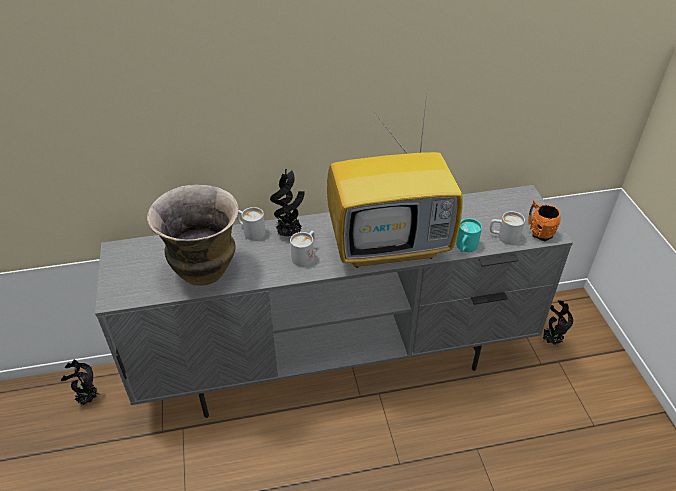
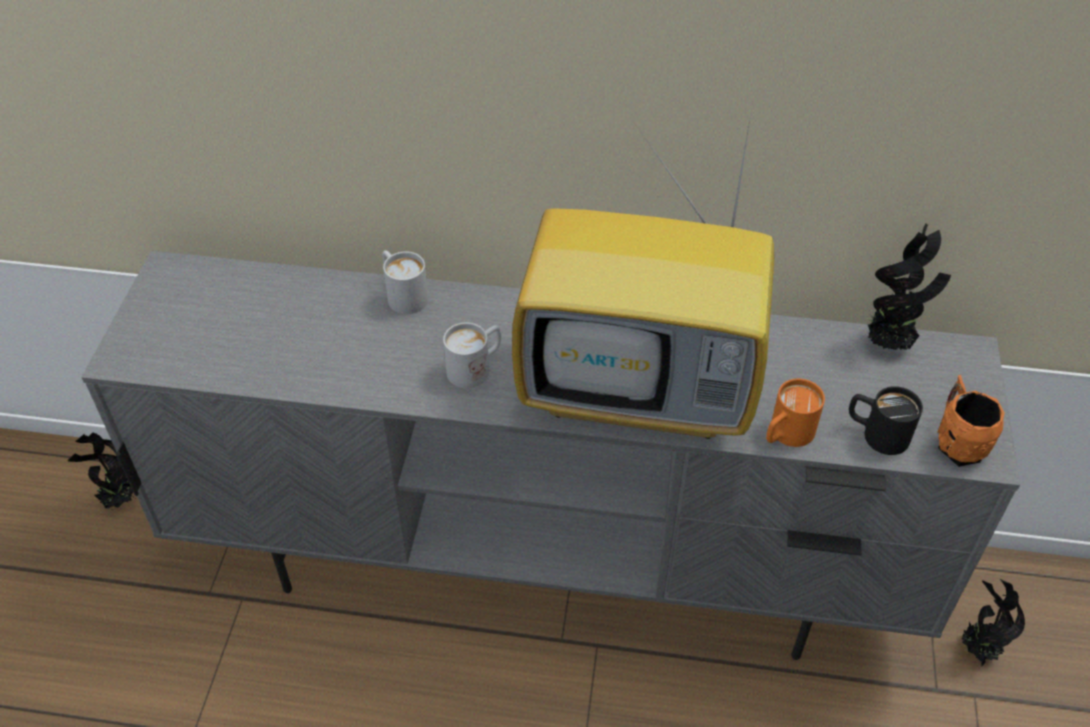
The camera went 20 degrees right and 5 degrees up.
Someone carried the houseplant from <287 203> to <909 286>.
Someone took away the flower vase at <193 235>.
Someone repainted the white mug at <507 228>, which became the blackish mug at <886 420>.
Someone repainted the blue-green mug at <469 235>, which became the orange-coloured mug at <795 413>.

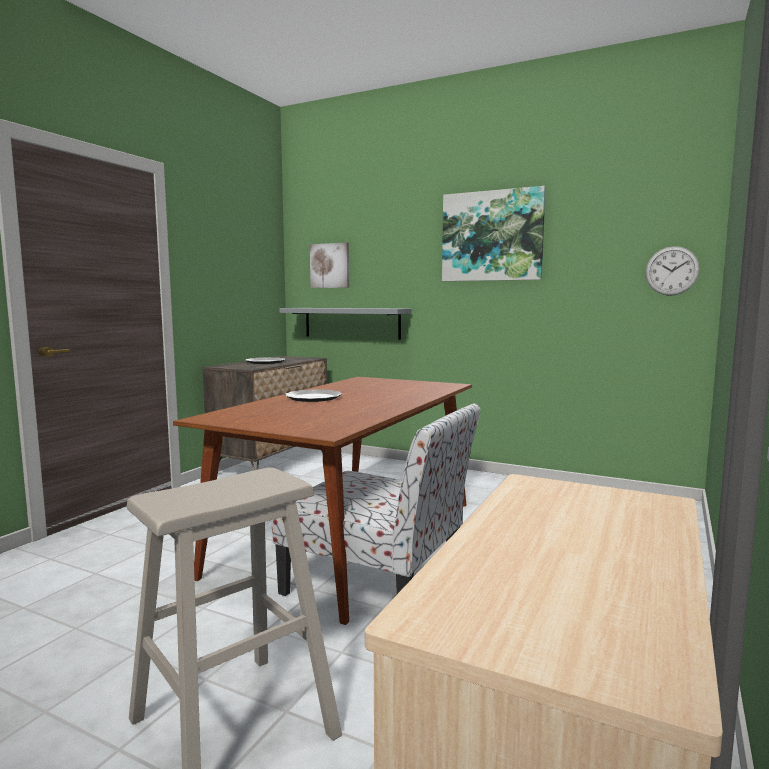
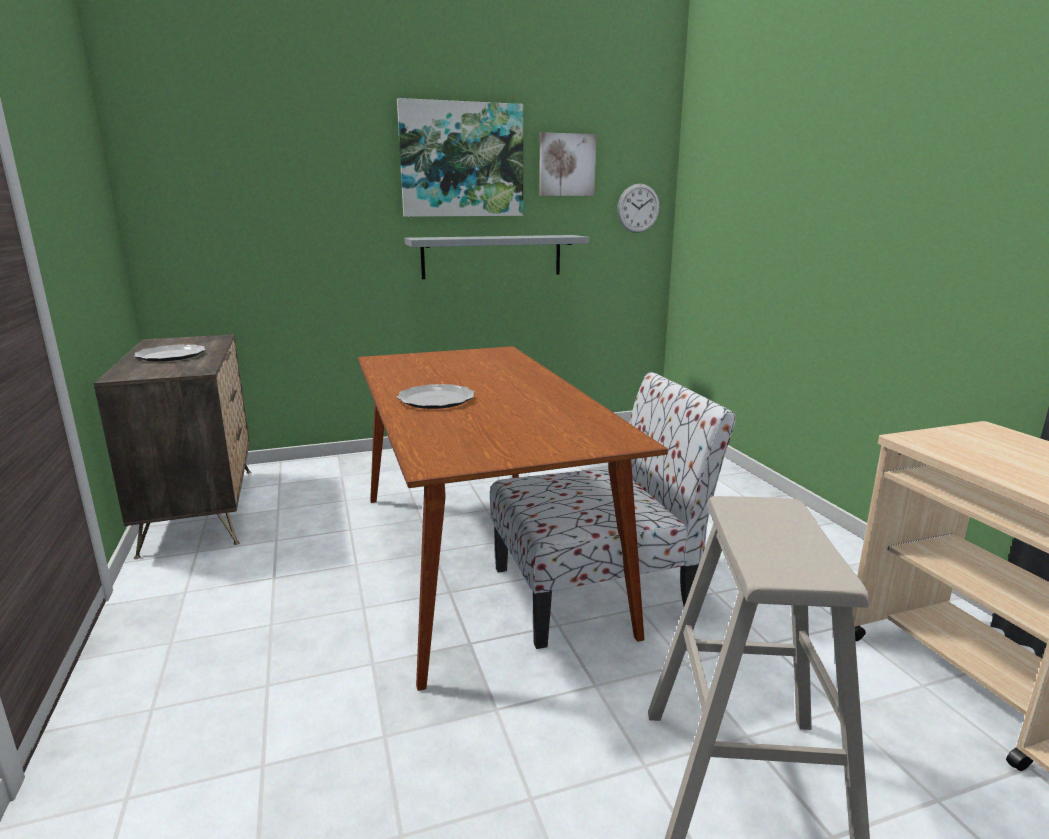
The camera went 45 degrees left and 10 degrees up.
Someone carried the picture from <329 265> to <568 164>.
Someone carried the greyish shelf from <346 324> to <496 257>.

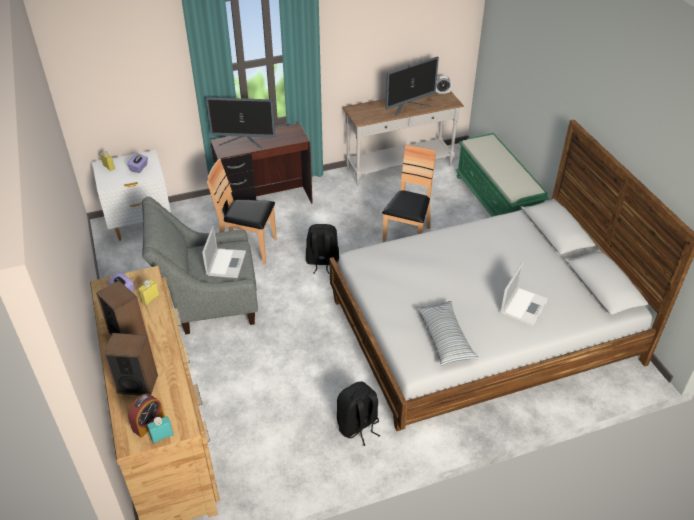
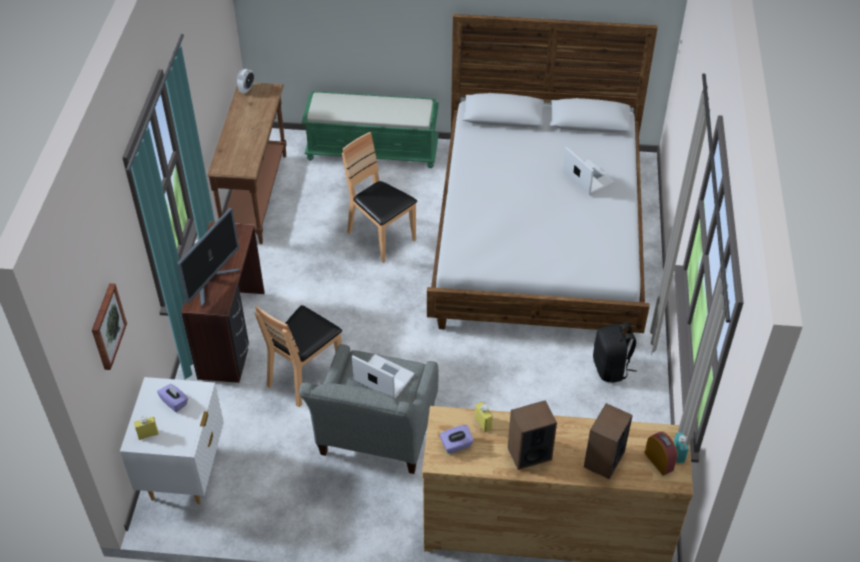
The camera went 65 degrees left and 5 degrees up.
Someone took away the computer screen at <412 86>.
Someone repainted the white console table at <403 138>, which became the brown console table at <246 163>.
Someone took away the blackish knapsack at <322 249>.
Someone took away the pillow at <447 333>.
Someone put up the picture at <109 326>.

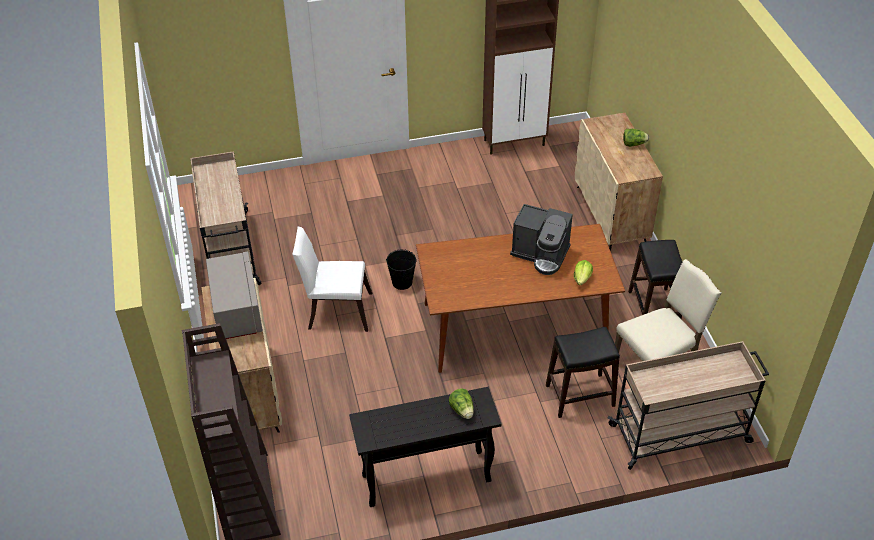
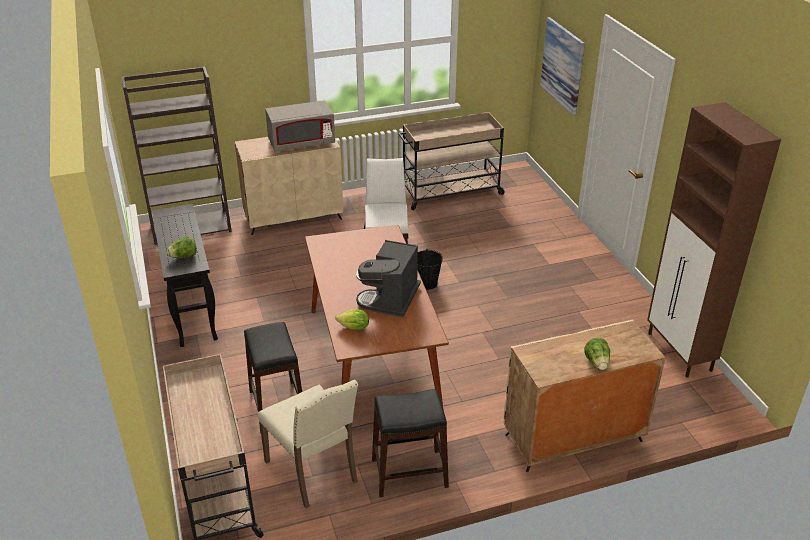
The camera went 85 degrees right and 10 degrees down.
Someone put up the picture at <562 66>.

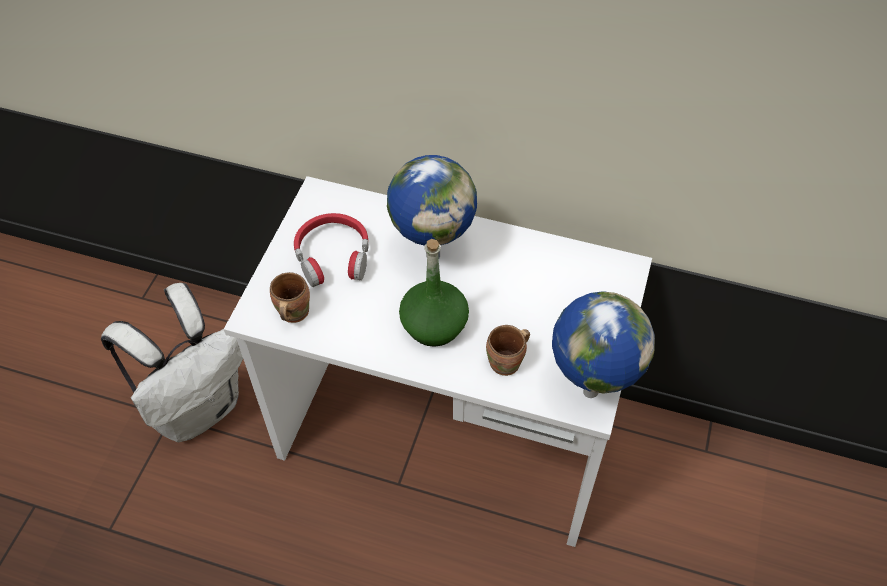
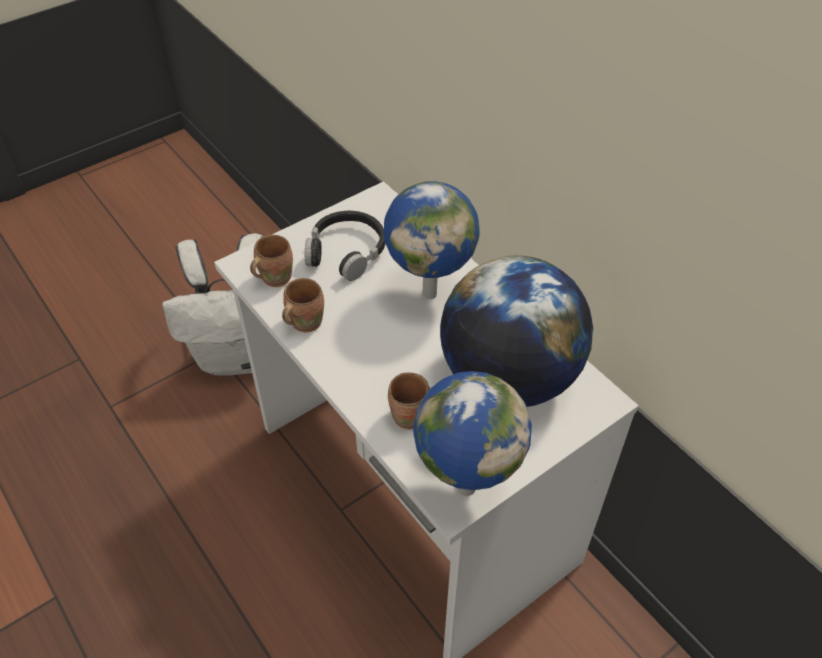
The camera went 35 degrees right and 5 degrees down.
Someone repainted the red-coloured pair of headphones at <331 250>, which became the blackish pair of headphones at <345 246>.
Someone took away the greenish beverage bottle at <434 293>.
Someone put down the desk globe at <516 331>.
Someone put down the brown mug at <303 305>.

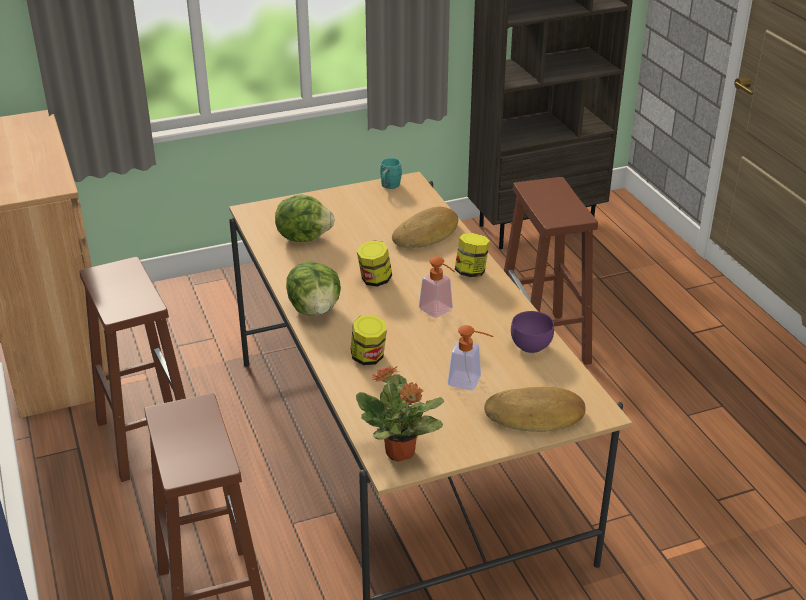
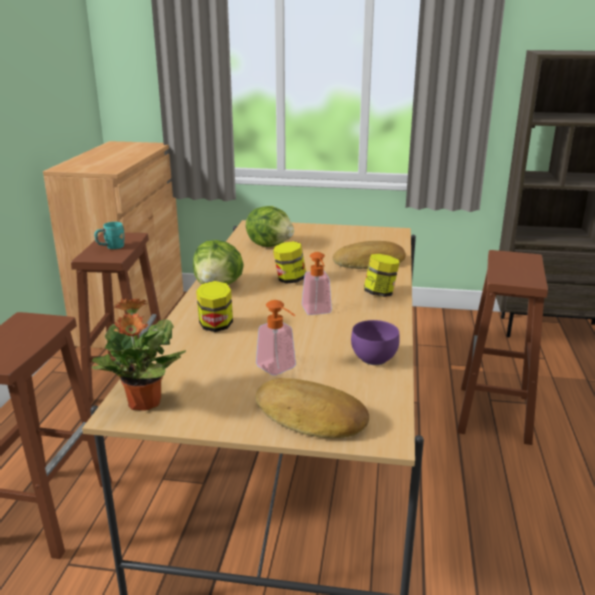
The camera went 30 degrees right and 10 degrees down.
Someone carried the blue-green mug from <391 173> to <109 235>.

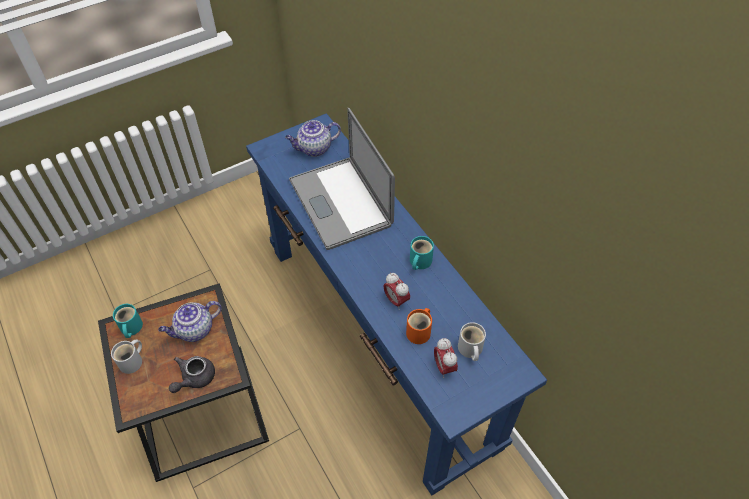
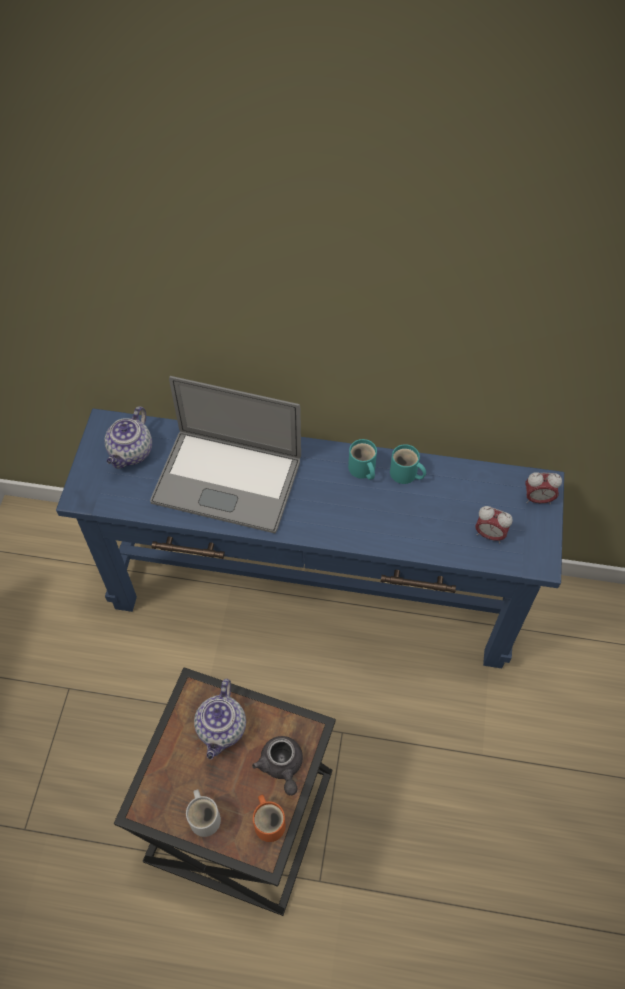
The camera went 50 degrees left and 5 degrees up.
Someone carried the alarm clock from <396 291> to <544 488>.
Someone carried the blue-green mug from <128 321> to <408 464>.
Someone carried the orange-coloured mug from <419 326> to <269 818>.
Someone took away the white mug at <472 341>.

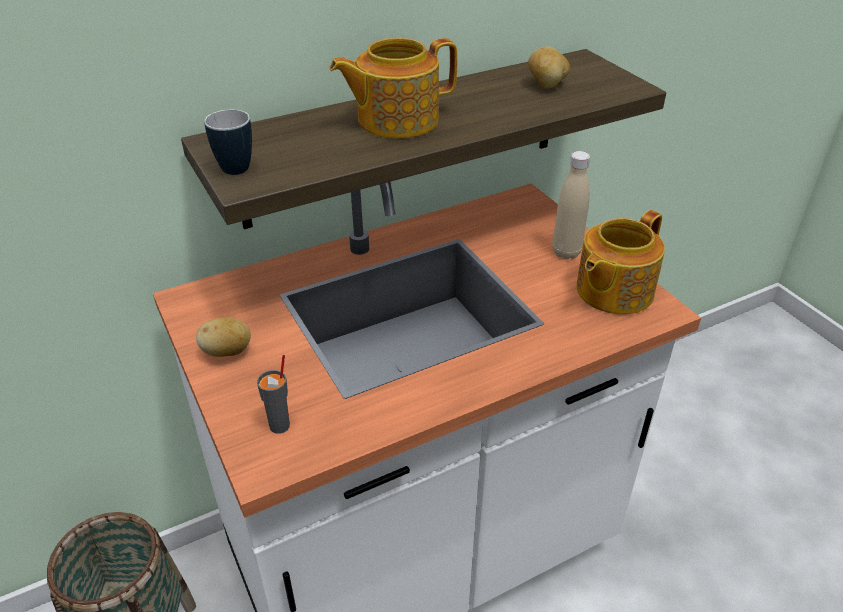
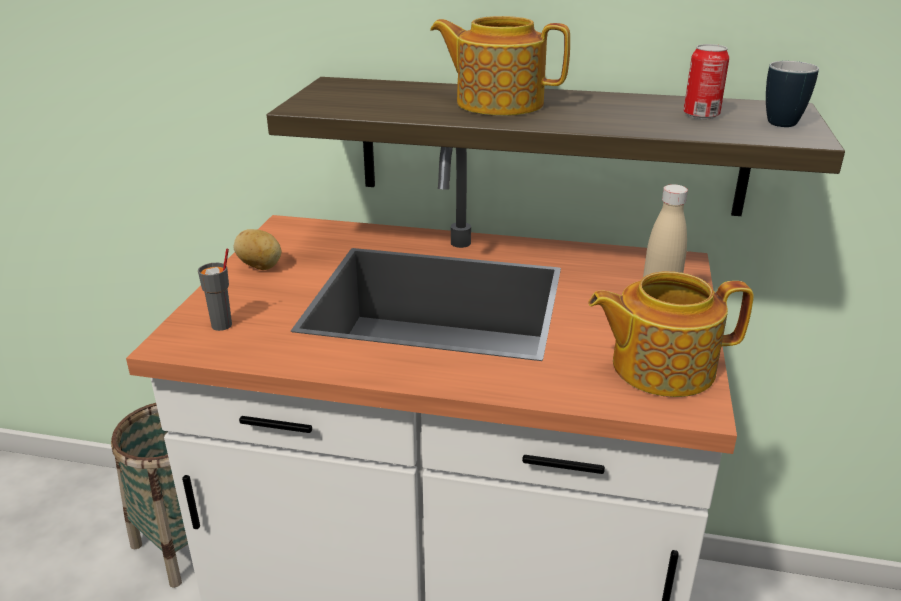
The camera went 40 degrees right and 10 degrees down.
Someone swapped the potato at <549 67> for the metal can at <706 81>.
Someone carried the mug from <228 142> to <792 94>.

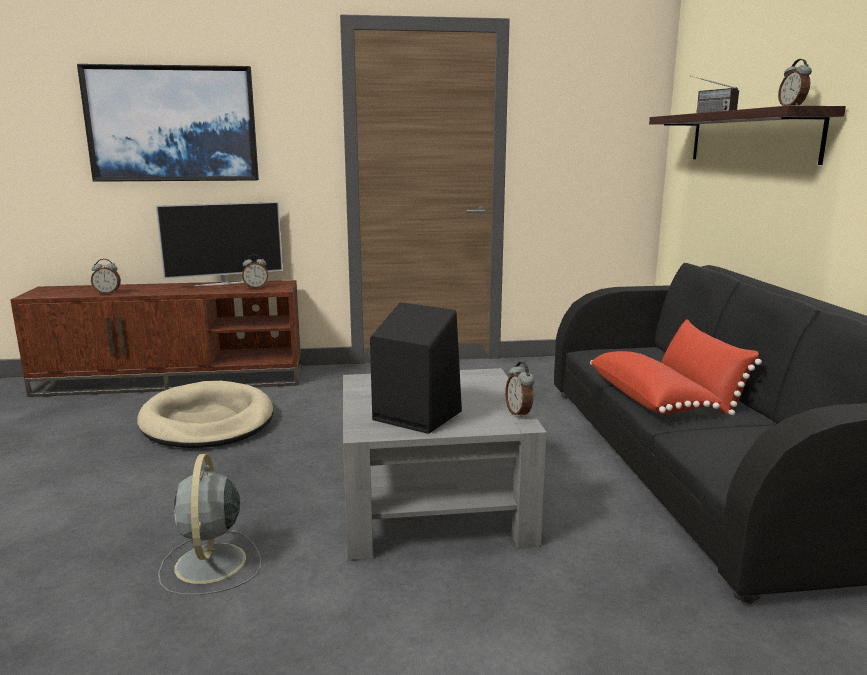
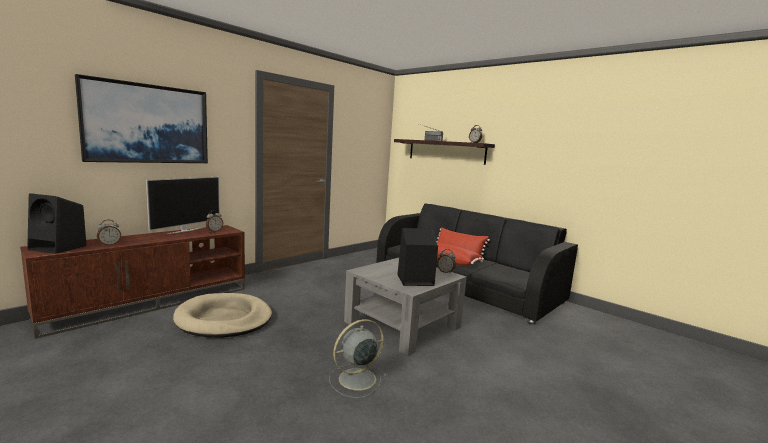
The camera went 40 degrees left and 5 degrees down.
Someone rotated the greyish electric fan at <209 524> by 105 degrees clockwise.
Someone put down the blackish speaker at <57 223>.

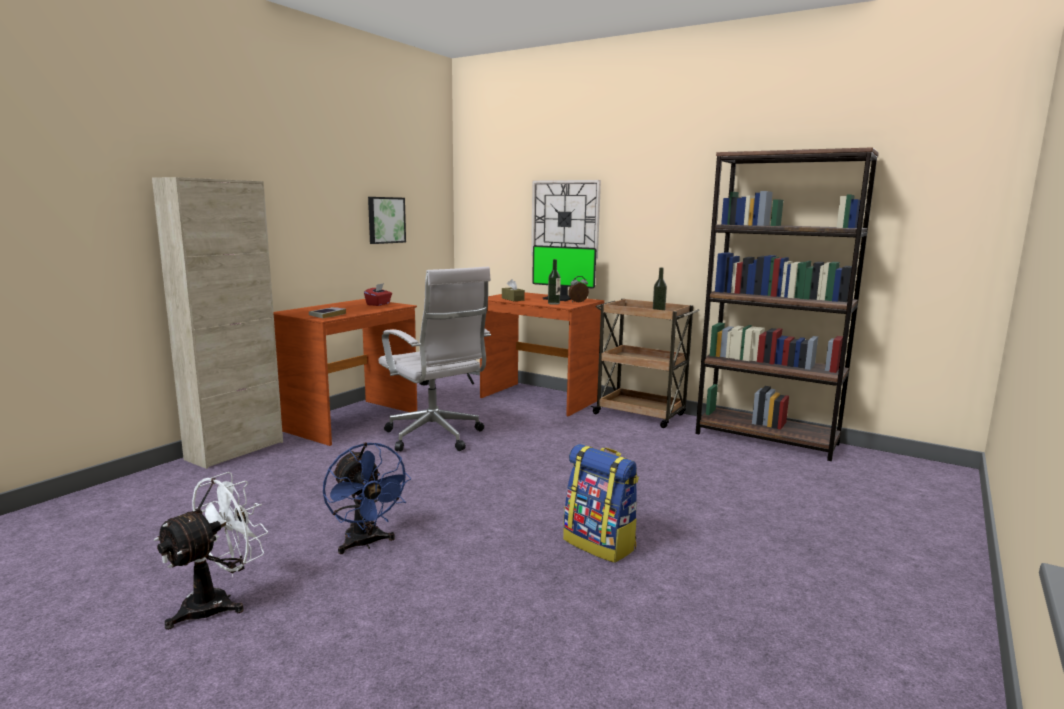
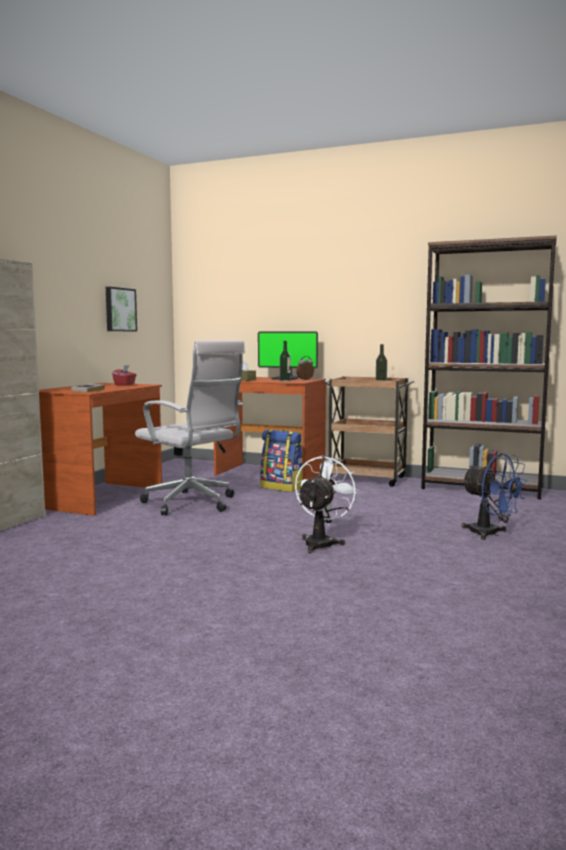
The camera went 10 degrees left and 5 degrees down.
Someone took away the hanging clock at <566 220>.
Someone carried the blue-coloured electric fan from <367 498> to <495 496>.
Someone carried the knapsack from <601 503> to <281 461>.
Someone carried the white electric fan from <211 551> to <327 504>.

